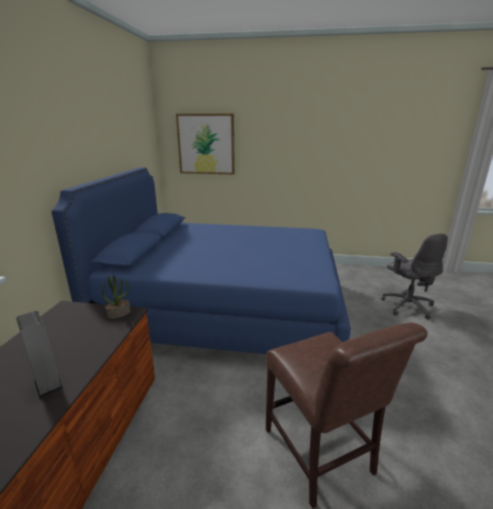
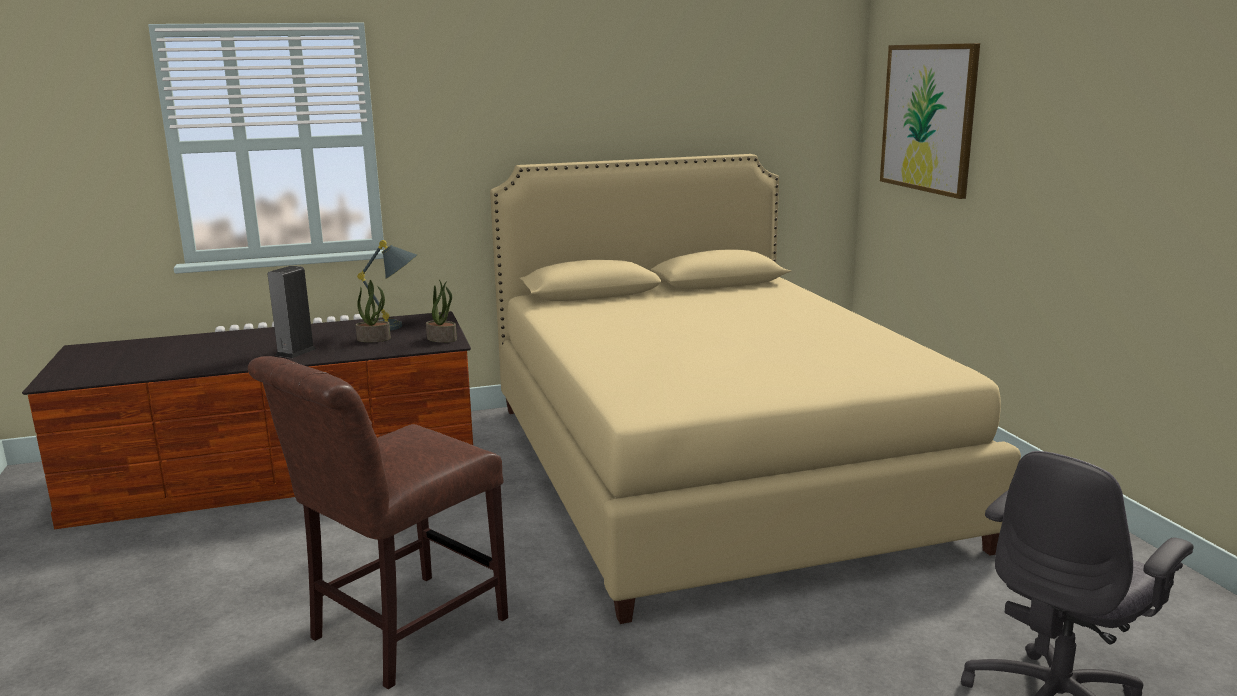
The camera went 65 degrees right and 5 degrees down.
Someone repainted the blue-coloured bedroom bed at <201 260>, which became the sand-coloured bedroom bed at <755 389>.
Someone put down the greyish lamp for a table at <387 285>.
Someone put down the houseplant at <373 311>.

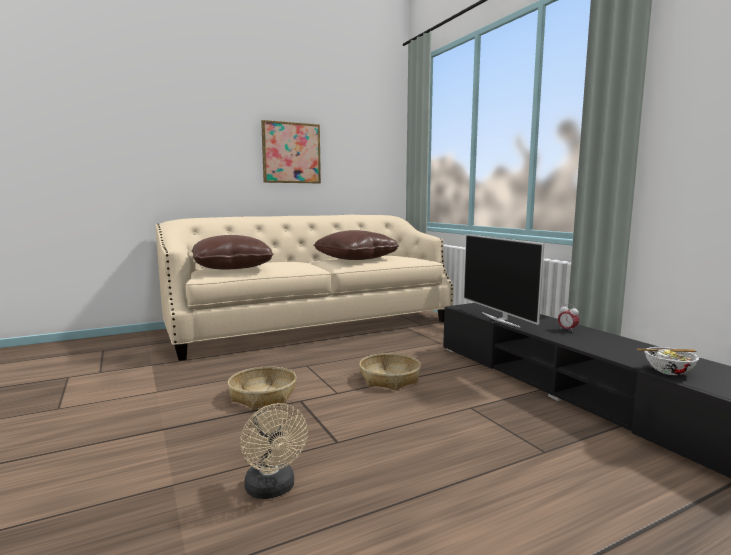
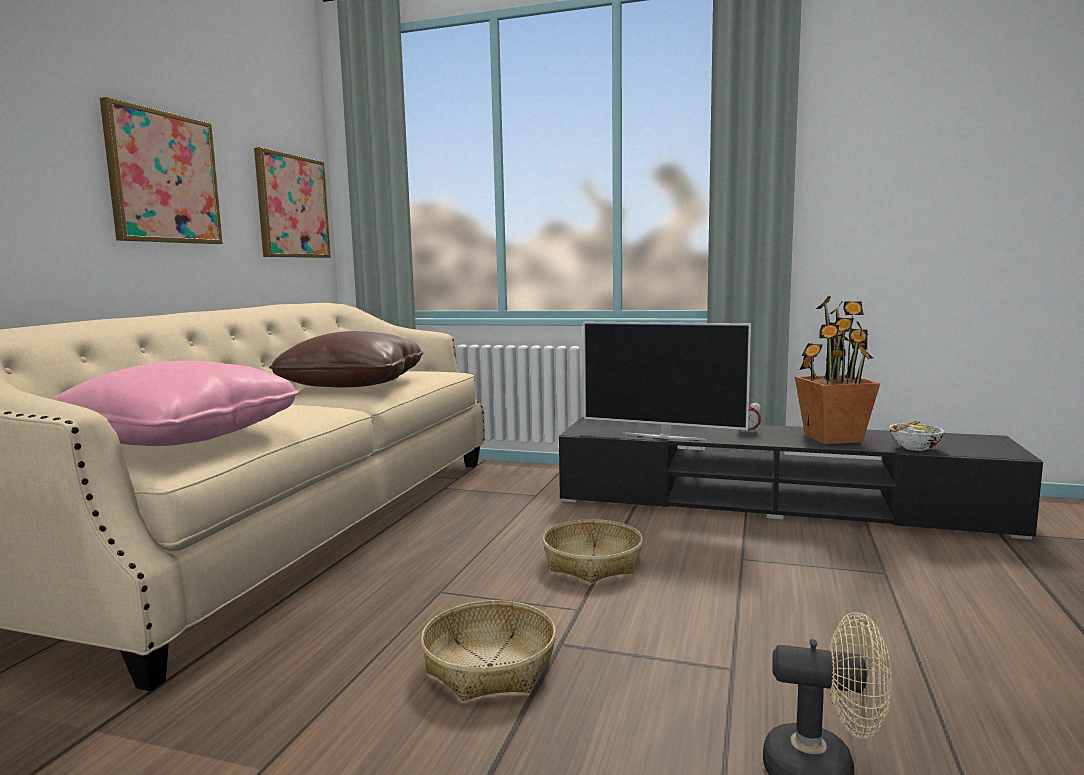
The camera went 45 degrees left and 0 degrees up.
Someone repainted the brown pillow at <232 252>, which became the pink pillow at <175 403>.
Someone put up the picture at <292 202>.
Someone put down the houseplant at <837 370>.

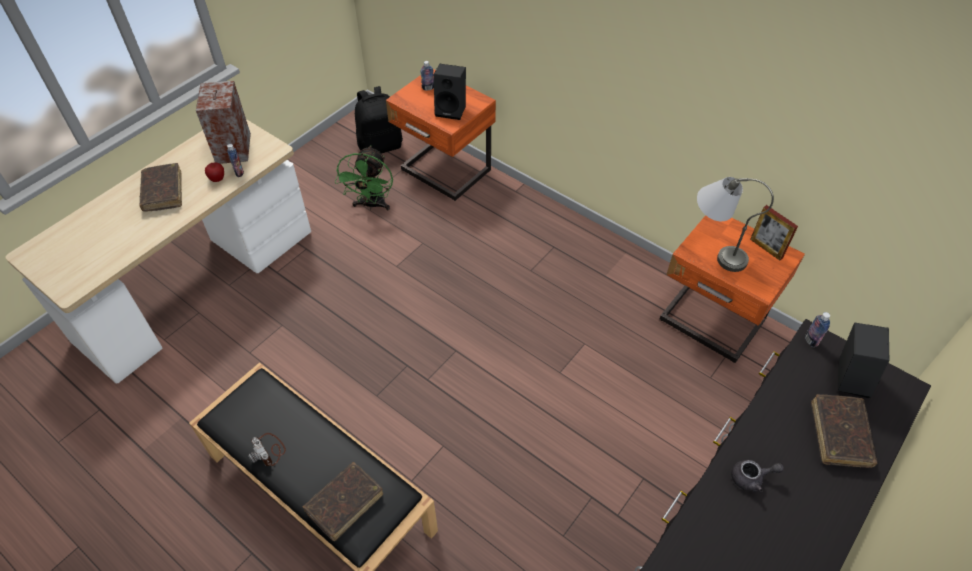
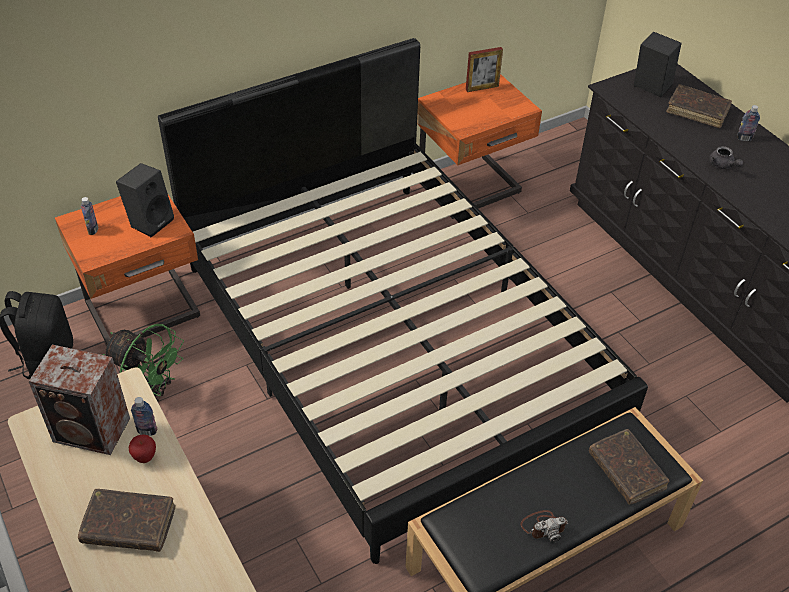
The camera went 70 degrees left and 5 degrees down.
Someone took away the greyish lamp for a table at <735 224>.
Someone carried the beverage bottle from <817 329> to <748 123>.
Someone rotated the greyish teapot at <757 476> by 135 degrees clockwise.
Someone put down the blackish bedroom bed at <403 301>.

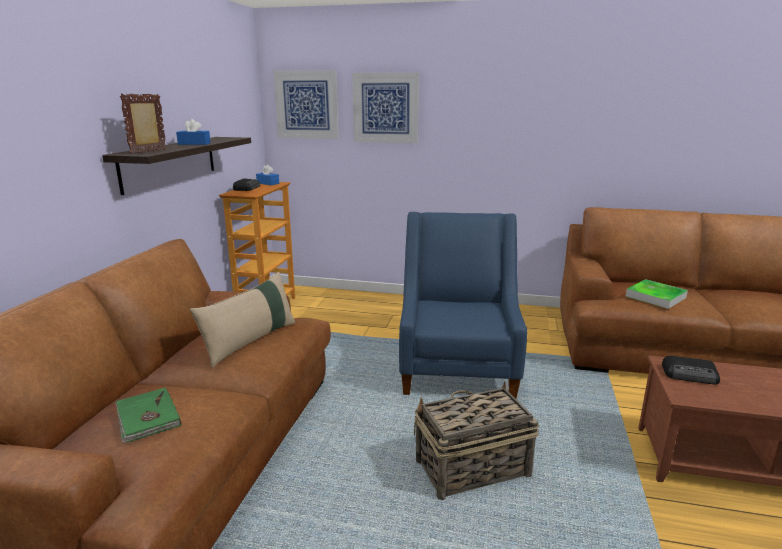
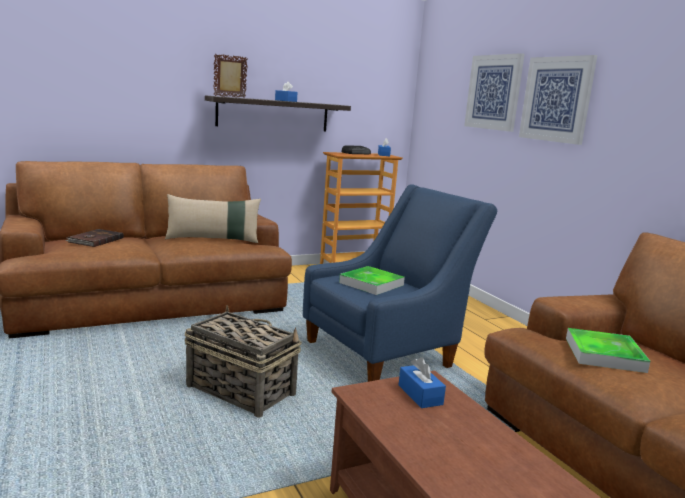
The camera went 50 degrees right and 5 degrees down.
Someone carried the picture from <306 104> to <558 100>.
Someone swapped the radio receiver at <691 370> for the blue-coloured tissue holder at <422 382>.
Someone repainted the greenish bound book at <148 415>, which became the brown bound book at <94 238>.
Someone put down the tray at <372 280>.

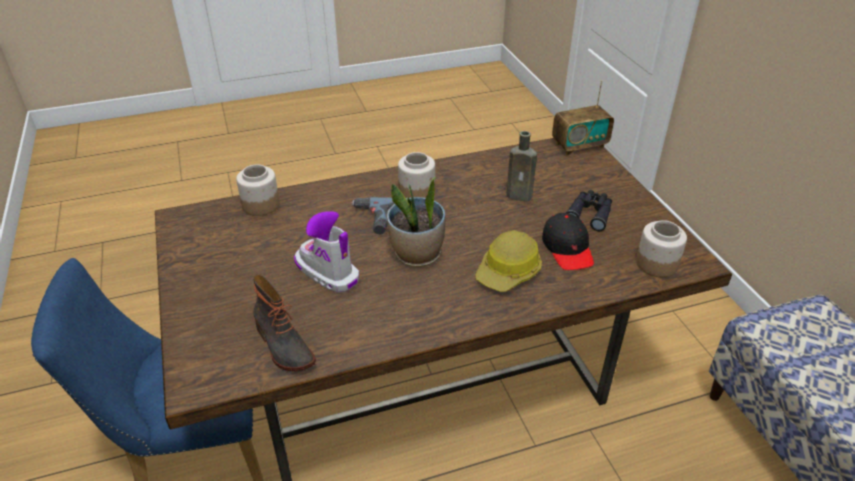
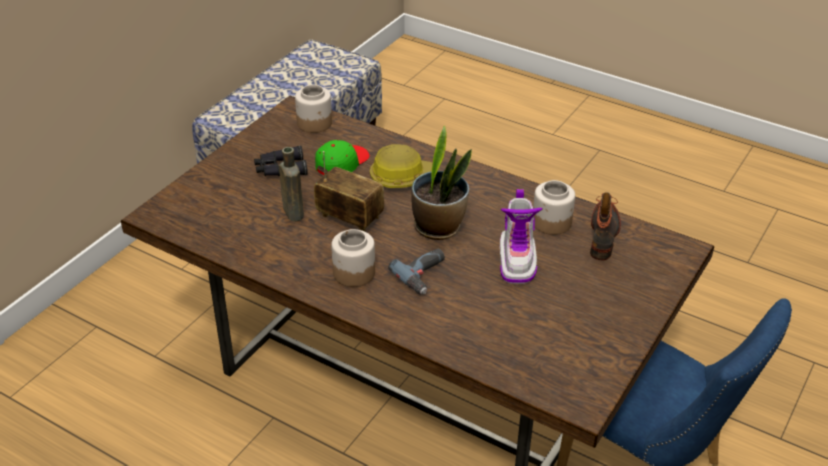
The camera went 130 degrees left and 0 degrees up.
Someone carried the radio receiver from <583 118> to <349 191>.
Someone carried the preserve jar from <258 190> to <554 207>.
Someone repainted the blackish peaked cap at <568 241>, which became the greenish peaked cap at <342 157>.

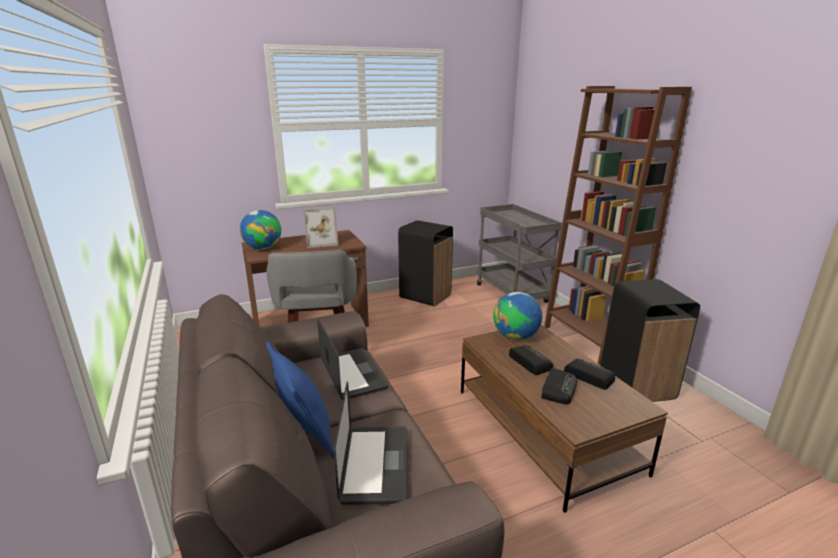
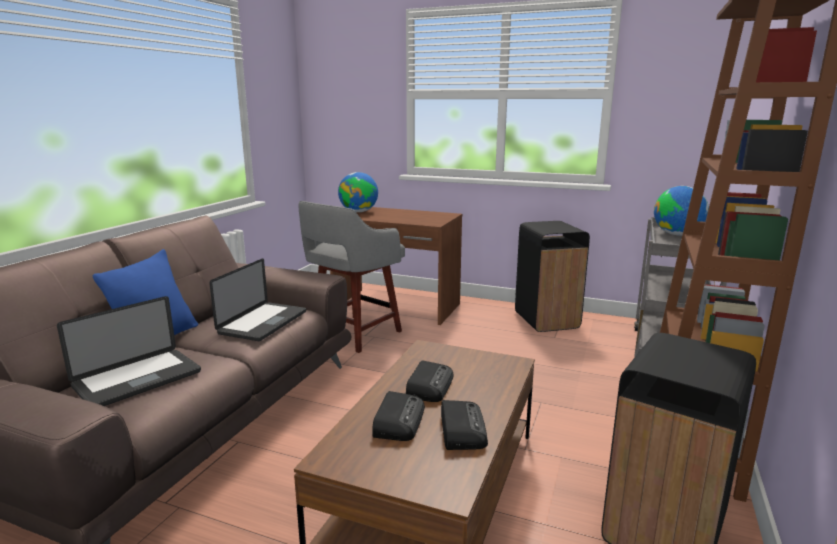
The camera went 45 degrees right and 5 degrees down.
Someone took away the standing frame at <321 227>.
Someone carried the desk globe from <517 316> to <681 211>.
Someone rotated the radio receiver at <559 386> by 60 degrees counterclockwise.

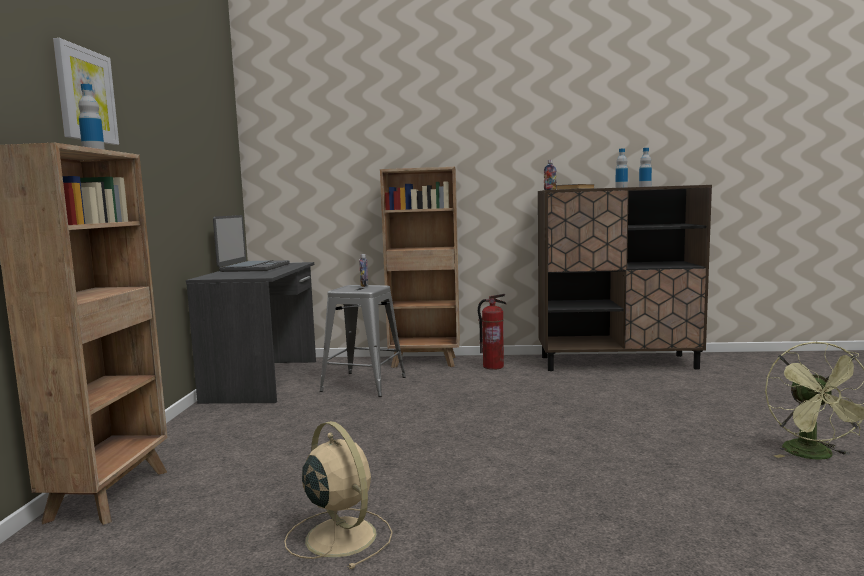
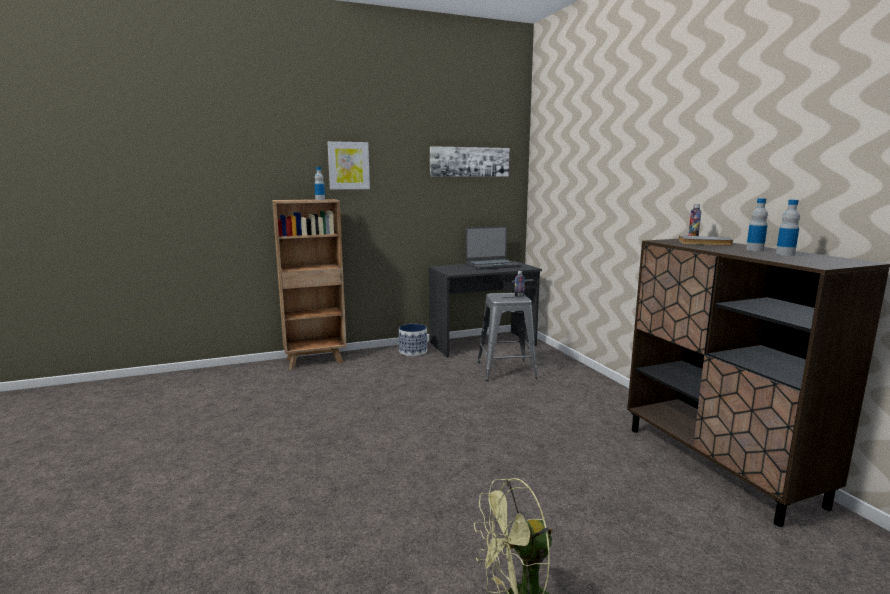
The camera went 65 degrees right and 5 degrees up.
Someone took away the brown bookcase at <420 267>.
Someone took away the fire extinguisher at <492 332>.
Someone took away the sand-coloured electric fan at <338 495>.
Someone put up the picture at <469 161>.
Someone put down the flower pot at <413 340>.

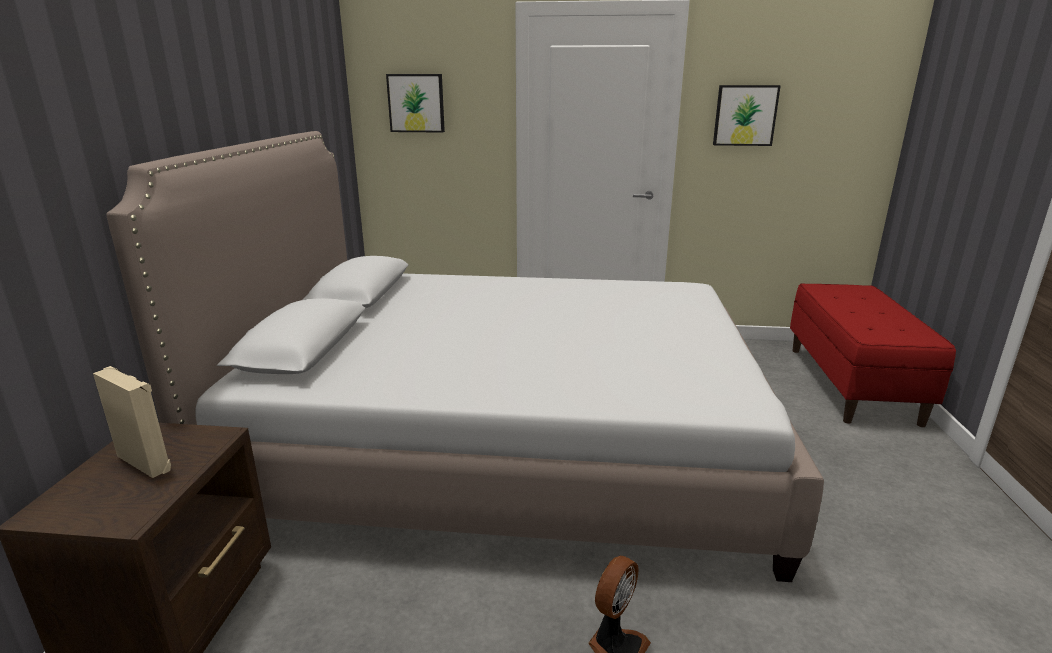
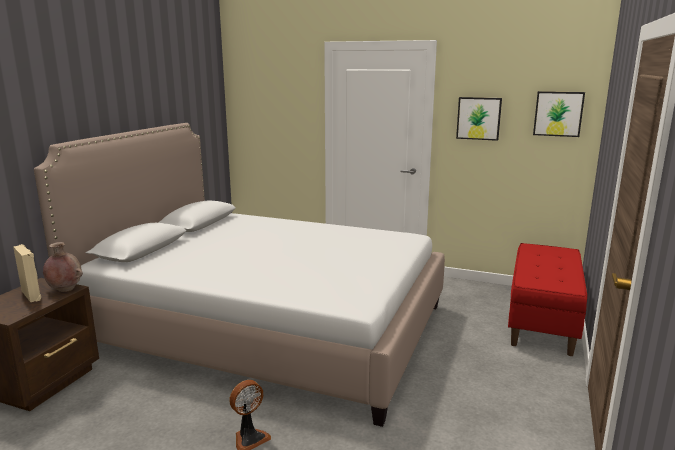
The camera went 15 degrees right and 5 degrees down.
Someone carried the picture from <415 103> to <559 114>.
Someone put down the brown flower vase at <63 267>.

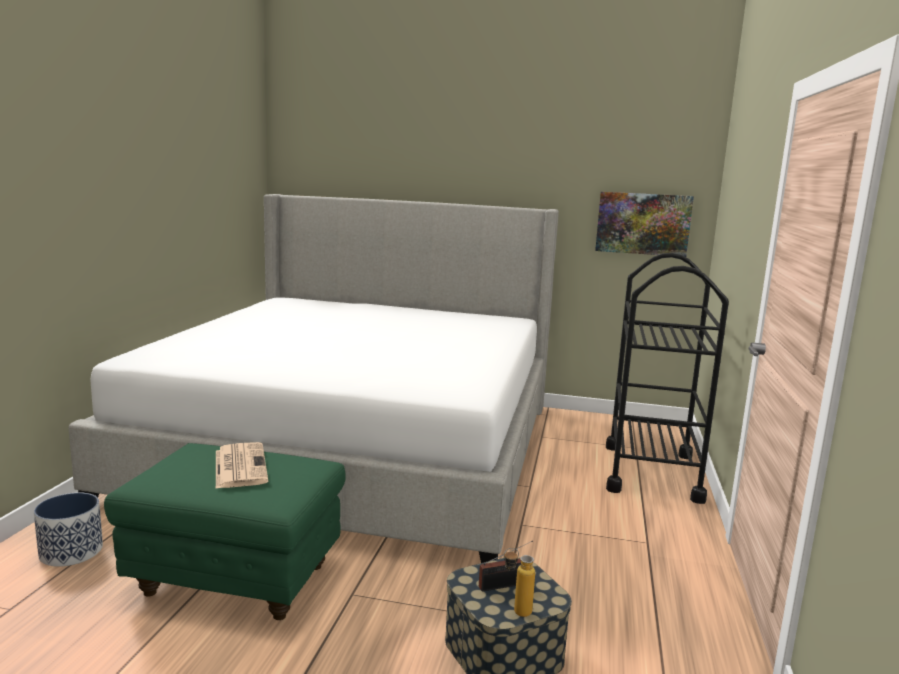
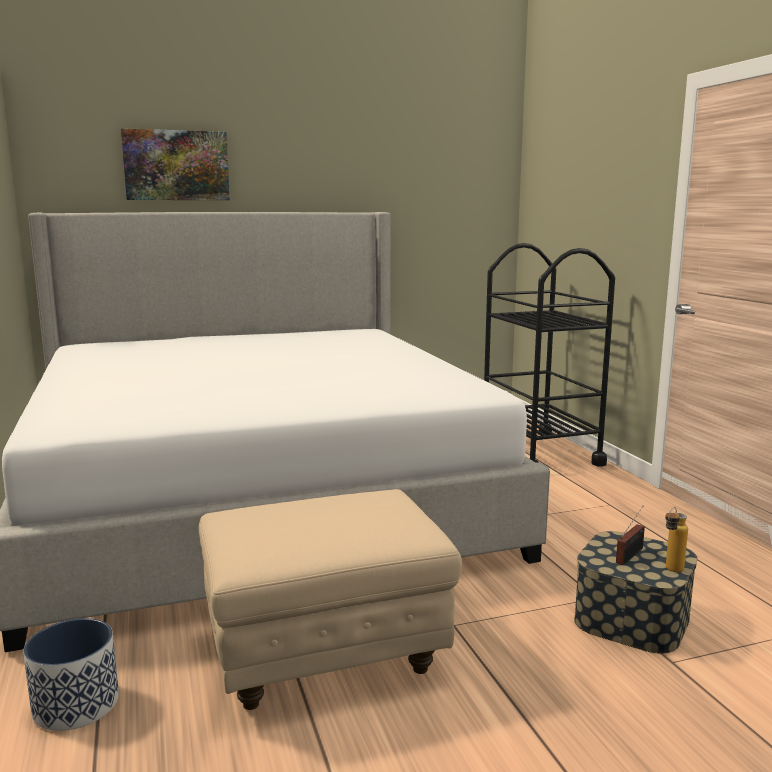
The camera went 30 degrees left and 0 degrees up.
Someone carried the picture from <644 224> to <175 164>.
Someone took away the daily paper at <242 465>.
Someone repainted the greenish pouffe at <225 531>, which became the sand-coloured pouffe at <330 599>.

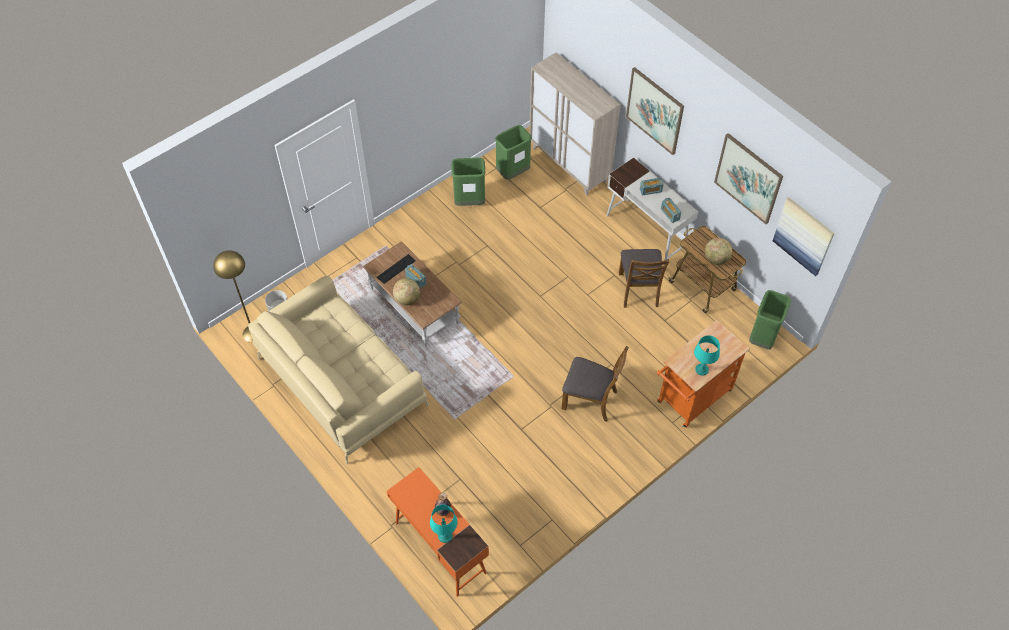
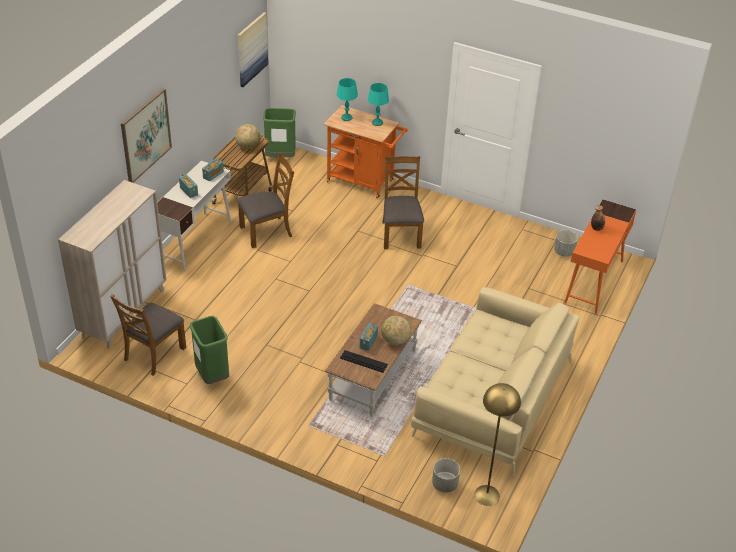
The camera went 115 degrees left and 15 degrees down.
Someone swapped the greenish trash can at <513 152> for the brown upright chair at <148 335>.
Someone took away the picture at <748 178>.
Someone carried the blue-green lamp for a table from <444 524> to <347 99>.
Someone put down the greyish flower pot at <566 243>.

